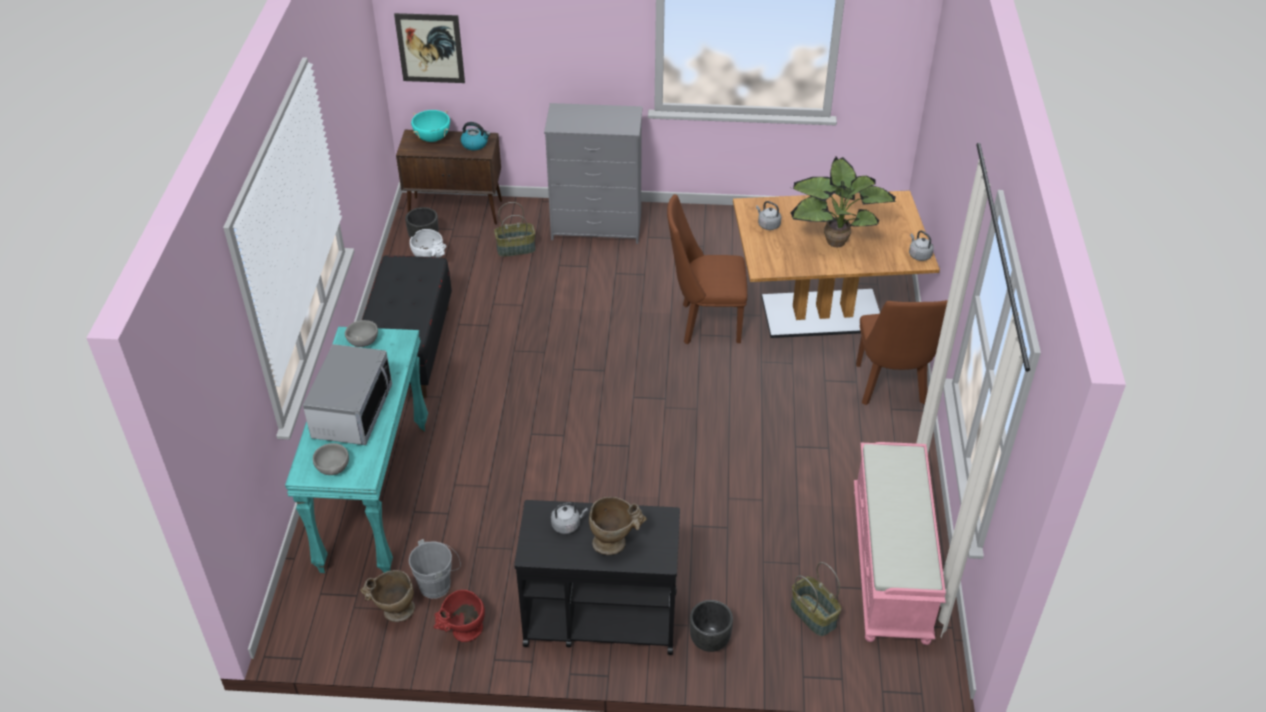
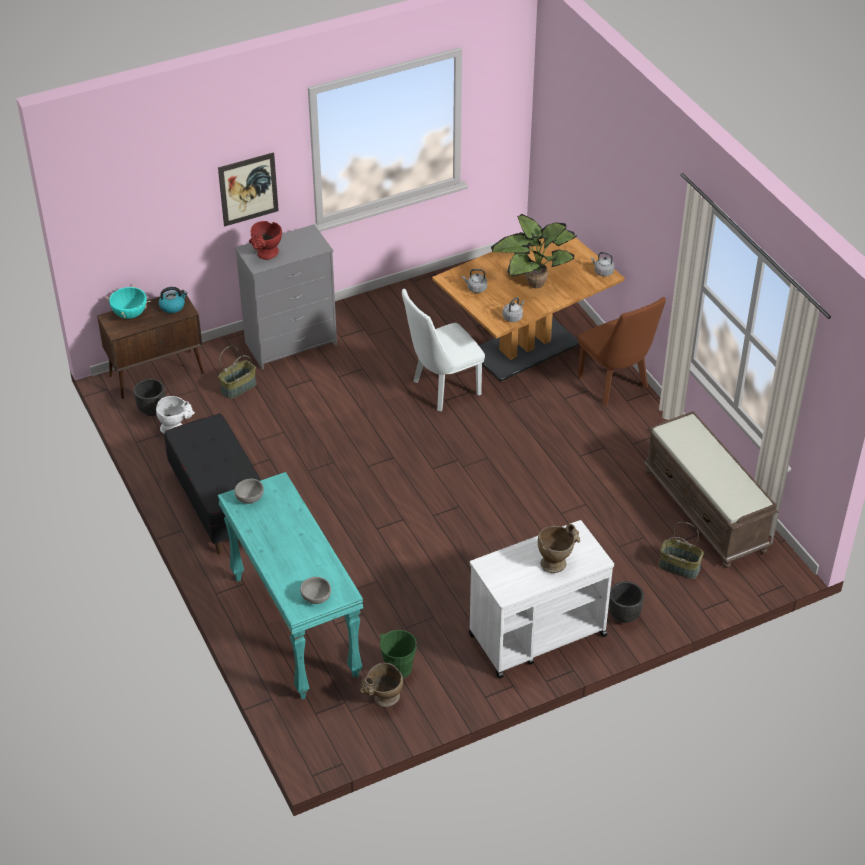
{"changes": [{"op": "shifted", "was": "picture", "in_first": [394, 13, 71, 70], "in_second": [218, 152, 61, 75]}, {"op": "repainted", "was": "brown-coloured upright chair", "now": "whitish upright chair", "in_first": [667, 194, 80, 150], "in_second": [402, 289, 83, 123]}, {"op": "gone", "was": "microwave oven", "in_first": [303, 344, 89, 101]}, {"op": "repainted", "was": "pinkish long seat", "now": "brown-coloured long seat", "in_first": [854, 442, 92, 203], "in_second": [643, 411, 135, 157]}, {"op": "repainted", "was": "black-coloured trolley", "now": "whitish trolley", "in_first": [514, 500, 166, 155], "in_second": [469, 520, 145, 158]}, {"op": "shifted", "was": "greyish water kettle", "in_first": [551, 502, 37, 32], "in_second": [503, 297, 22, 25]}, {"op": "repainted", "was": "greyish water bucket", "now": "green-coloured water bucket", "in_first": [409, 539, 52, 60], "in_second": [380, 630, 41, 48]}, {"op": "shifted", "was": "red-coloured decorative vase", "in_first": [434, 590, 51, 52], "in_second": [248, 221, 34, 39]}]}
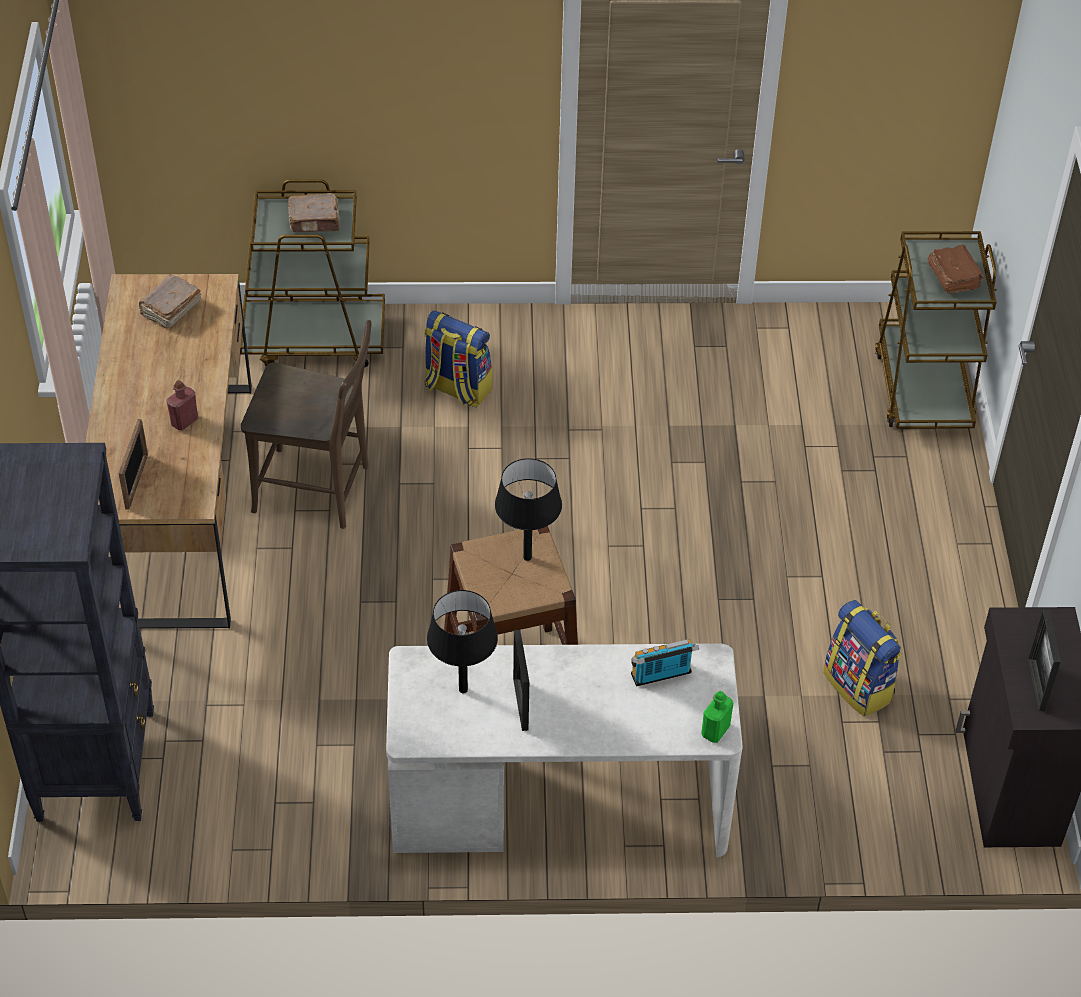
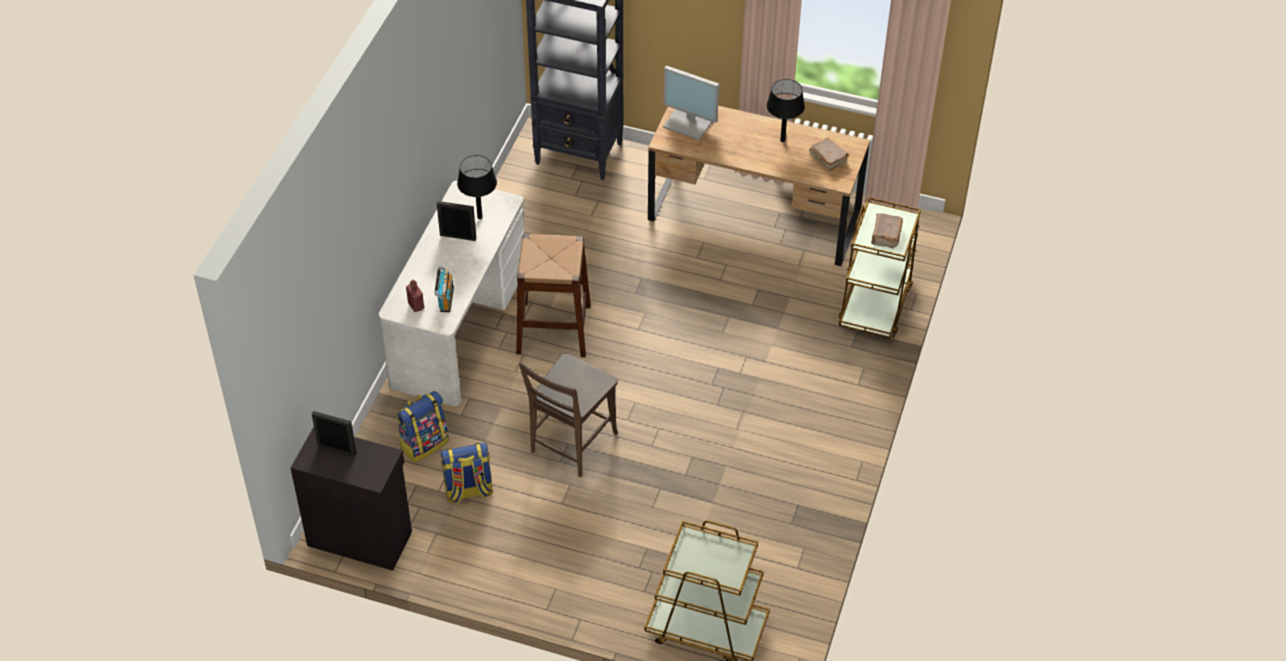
{"changes": [{"op": "gone", "was": "brown-coloured bound book", "in_first": [928, 245, 57, 49]}, {"op": "shifted", "was": "rucksack", "in_first": [424, 310, 69, 97], "in_second": [397, 391, 52, 72]}, {"op": "shifted", "was": "brown-coloured upright chair", "in_first": [241, 320, 131, 209], "in_second": [519, 354, 99, 123]}, {"op": "shifted", "was": "red-coloured bottle", "in_first": [167, 380, 31, 51], "in_second": [406, 280, 18, 32]}, {"op": "swapped", "was": "picture frame", "now": "computer display", "in_first": [119, 419, 29, 91], "in_second": [663, 65, 56, 75]}, {"op": "shifted", "was": "black-coloured table lamp", "in_first": [495, 458, 67, 103], "in_second": [767, 79, 38, 63]}, {"op": "gone", "was": "green-coloured bottle", "in_first": [701, 691, 32, 52]}]}
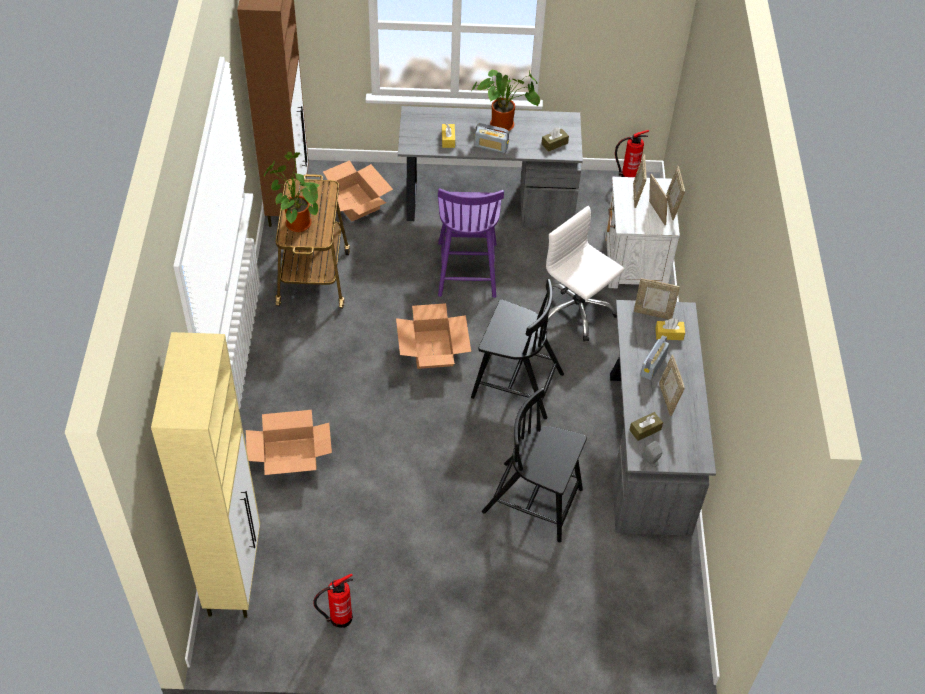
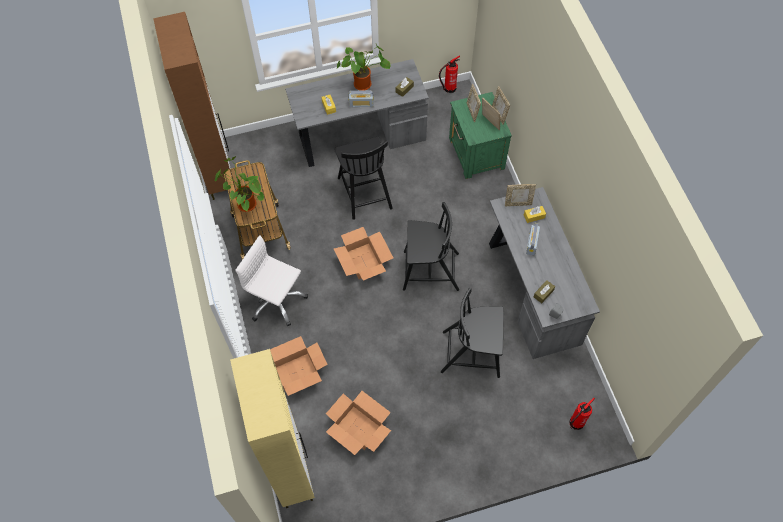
{"changes": [{"op": "shifted", "was": "cardboard box", "in_first": [322, 160, 71, 62], "in_second": [326, 391, 65, 64]}, {"op": "repainted", "was": "whitish bedside table", "now": "green-coloured bedside table", "in_first": [605, 177, 75, 112], "in_second": [449, 92, 63, 87]}, {"op": "repainted", "was": "purple-coloured upright chair", "now": "black-coloured upright chair", "in_first": [438, 188, 66, 110], "in_second": [334, 137, 59, 83]}, {"op": "shifted", "was": "whitish computer chair", "in_first": [546, 206, 78, 135], "in_second": [235, 235, 73, 91]}, {"op": "gone", "was": "picture frame", "in_first": [659, 355, 26, 61]}, {"op": "shifted", "was": "fire-fighting cylinder", "in_first": [313, 574, 40, 54], "in_second": [570, 398, 25, 32]}]}
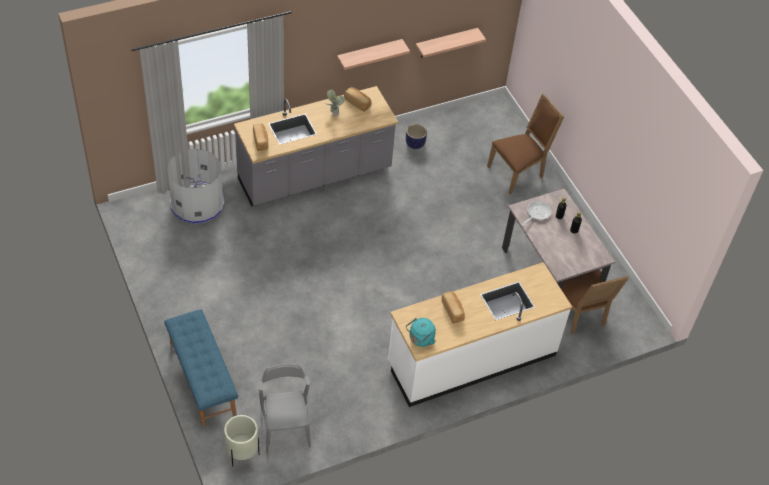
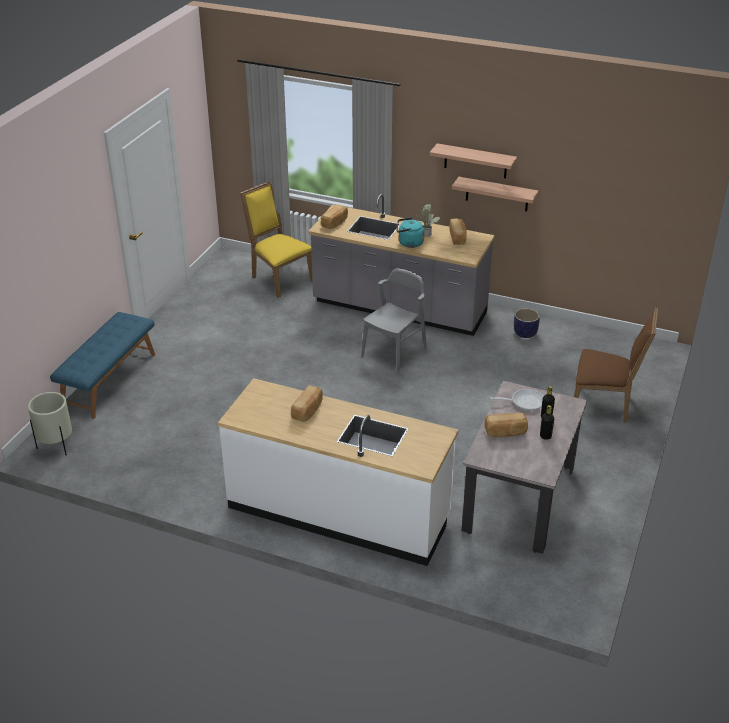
{"changes": [{"op": "shifted", "was": "shelf", "in_first": [416, 28, 70, 30], "in_second": [430, 143, 87, 35]}, {"op": "swapped", "was": "greyish rubbish bin", "now": "yellow upright chair", "in_first": [167, 149, 57, 75], "in_second": [240, 182, 73, 116]}, {"op": "gone", "was": "brown-coloured upright chair", "in_first": [561, 269, 68, 65]}, {"op": "shifted", "was": "turquoise water kettle", "in_first": [406, 318, 30, 29], "in_second": [397, 217, 27, 31]}, {"op": "shifted", "was": "greyish upright chair", "in_first": [258, 363, 53, 90], "in_second": [361, 268, 66, 105]}, {"op": "new", "now": "baked bread", "in_second": [484, 413, 44, 24]}]}
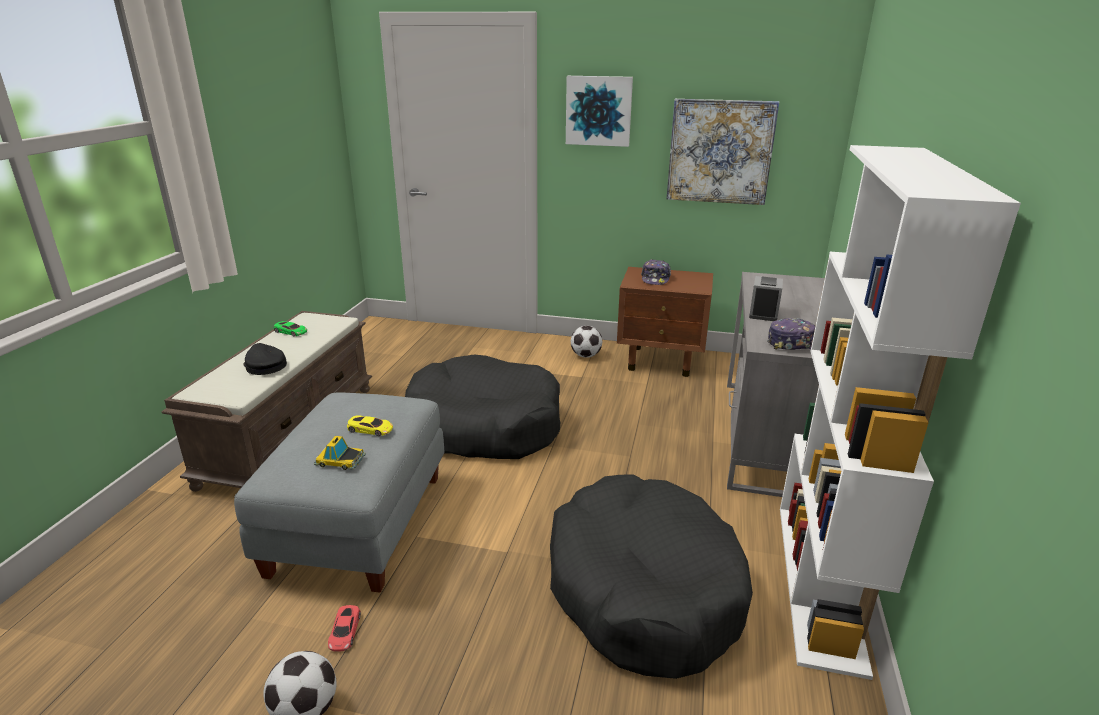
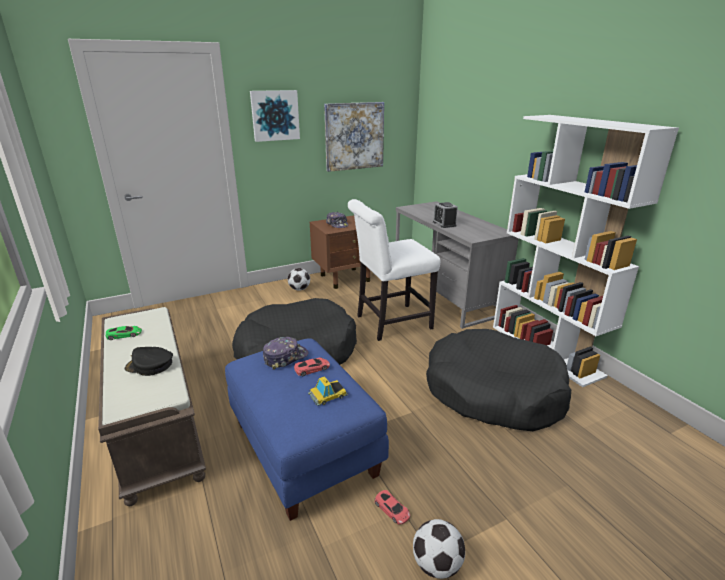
{"changes": [{"op": "shifted", "was": "peaked cap", "in_first": [767, 318, 49, 32], "in_second": [263, 337, 46, 33]}, {"op": "repainted", "was": "greyish ottoman", "now": "blue-coloured ottoman", "in_first": [234, 392, 210, 201], "in_second": [225, 338, 164, 183]}, {"op": "repainted", "was": "yellow toy car", "now": "red-coloured toy car", "in_first": [347, 415, 46, 21], "in_second": [294, 357, 36, 19]}, {"op": "new", "now": "whitish upright chair", "in_second": [348, 199, 93, 142]}]}
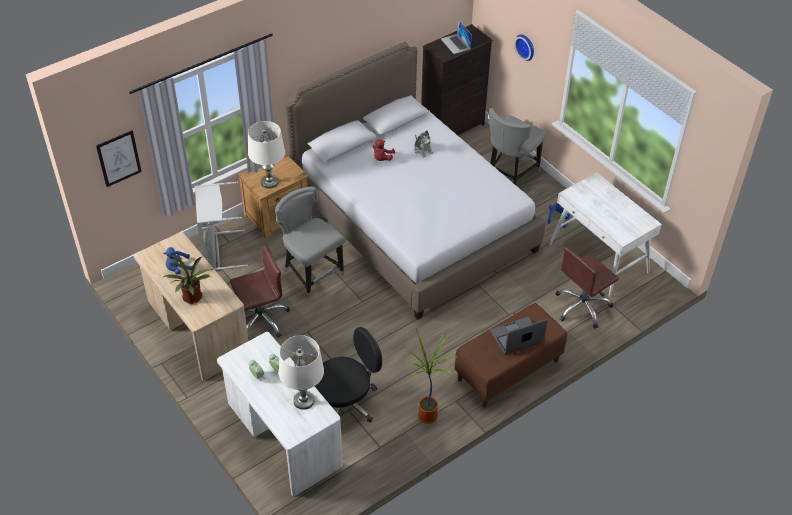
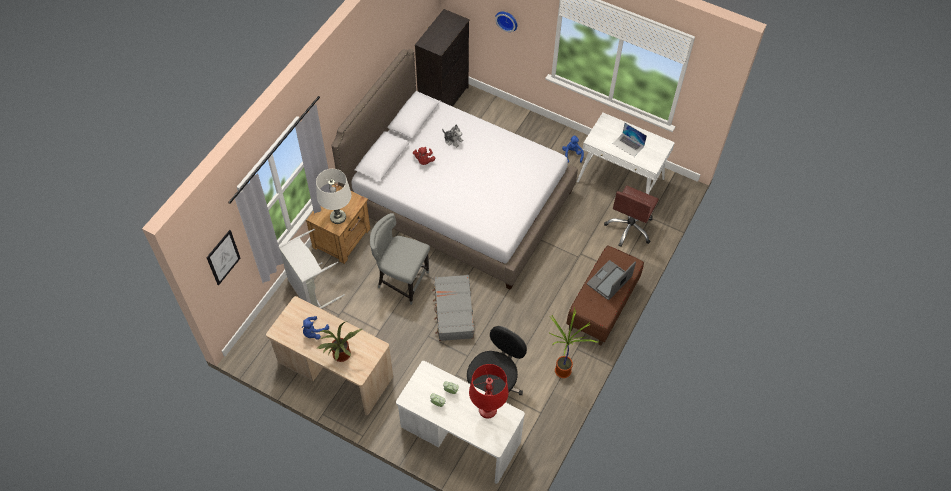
{"changes": [{"op": "shifted", "was": "laptop", "in_first": [441, 20, 31, 34], "in_second": [613, 123, 34, 34]}, {"op": "gone", "was": "greyish upright chair", "in_first": [489, 108, 57, 77]}, {"op": "gone", "was": "brown-coloured computer chair", "in_first": [230, 243, 60, 95]}, {"op": "repainted", "was": "whitish table lamp", "now": "red-coloured table lamp", "in_first": [279, 335, 45, 75], "in_second": [469, 364, 40, 54]}, {"op": "new", "now": "greyish travel case", "in_second": [432, 275, 42, 66]}]}
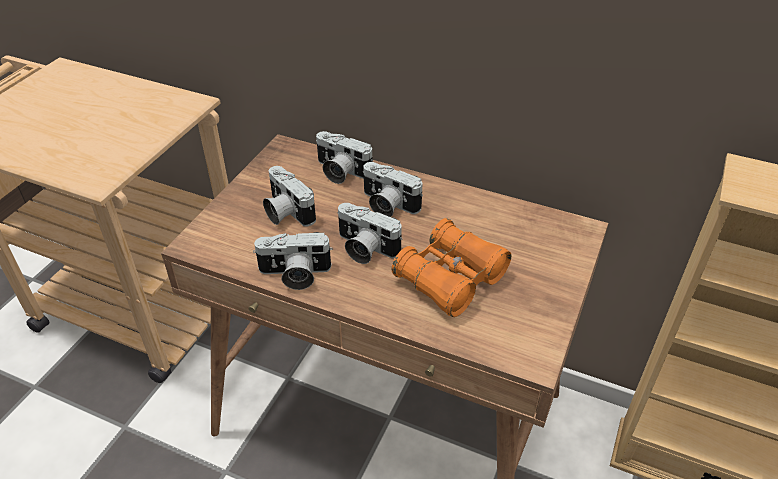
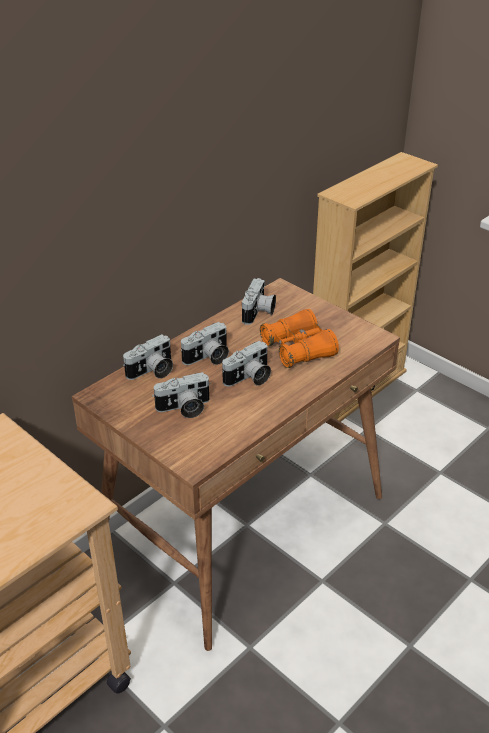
{"changes": [{"op": "shifted", "was": "still camera", "in_first": [253, 232, 80, 58], "in_second": [242, 278, 34, 47]}]}
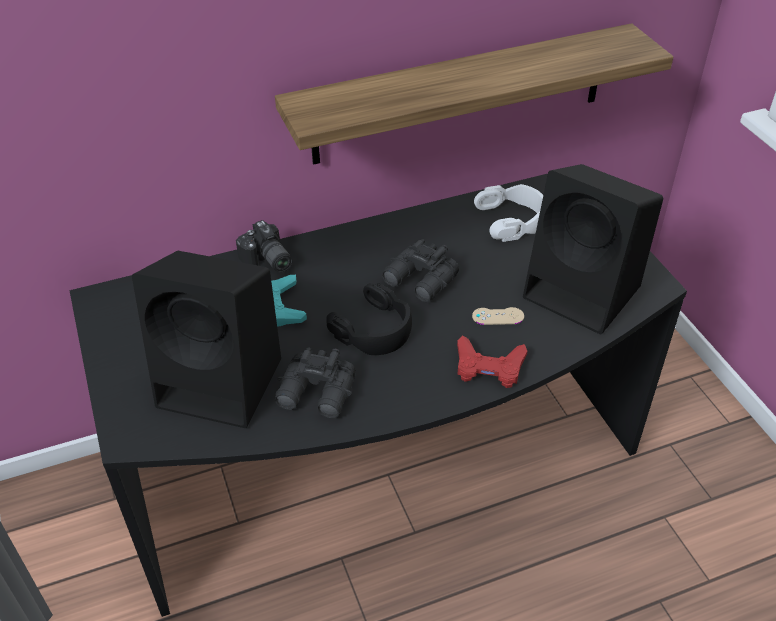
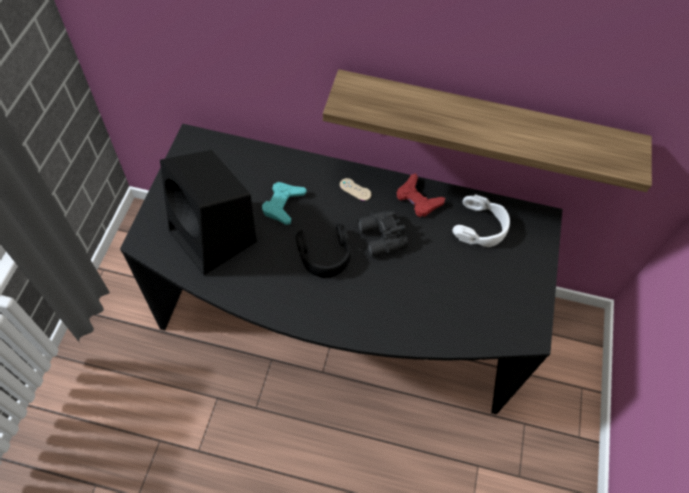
{"changes": [{"op": "gone", "was": "black-coloured loudspeaker", "in_first": [523, 164, 140, 171]}, {"op": "gone", "was": "still camera", "in_first": [236, 220, 56, 52]}, {"op": "shifted", "was": "beige-coloured joypad", "in_first": [472, 307, 52, 18], "in_second": [340, 178, 31, 23]}, {"op": "shifted", "was": "red-coloured joypad", "in_first": [457, 335, 70, 53], "in_second": [397, 173, 48, 44]}, {"op": "gone", "was": "black-coloured binoculars", "in_first": [275, 348, 81, 71]}]}
